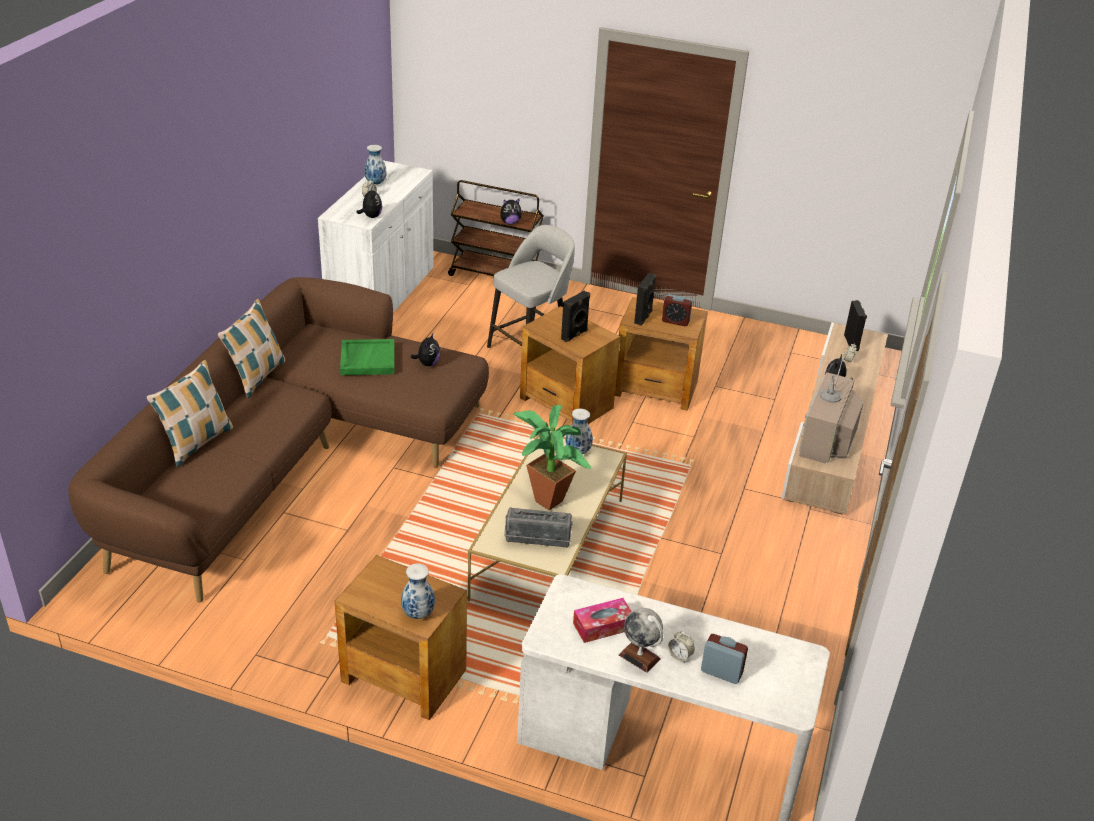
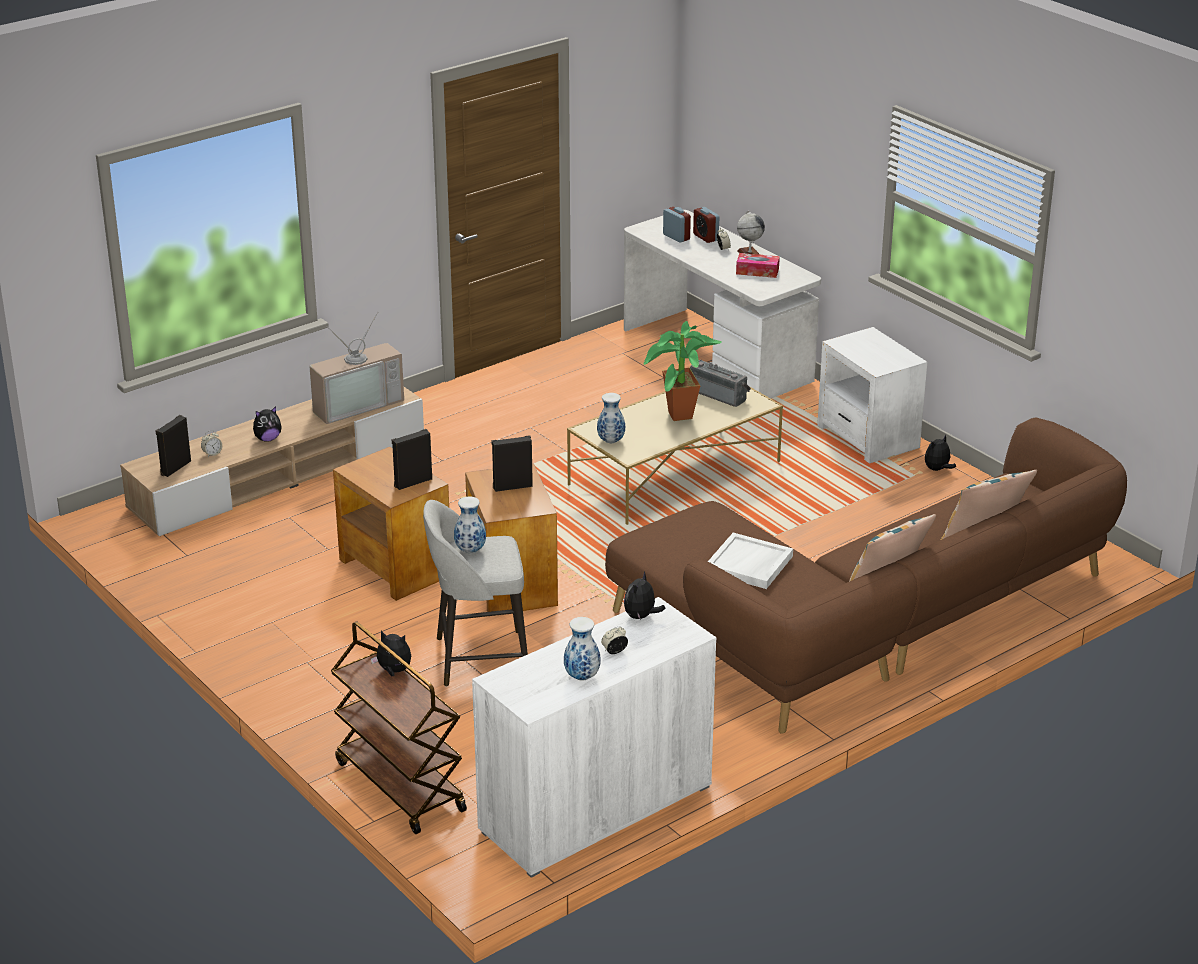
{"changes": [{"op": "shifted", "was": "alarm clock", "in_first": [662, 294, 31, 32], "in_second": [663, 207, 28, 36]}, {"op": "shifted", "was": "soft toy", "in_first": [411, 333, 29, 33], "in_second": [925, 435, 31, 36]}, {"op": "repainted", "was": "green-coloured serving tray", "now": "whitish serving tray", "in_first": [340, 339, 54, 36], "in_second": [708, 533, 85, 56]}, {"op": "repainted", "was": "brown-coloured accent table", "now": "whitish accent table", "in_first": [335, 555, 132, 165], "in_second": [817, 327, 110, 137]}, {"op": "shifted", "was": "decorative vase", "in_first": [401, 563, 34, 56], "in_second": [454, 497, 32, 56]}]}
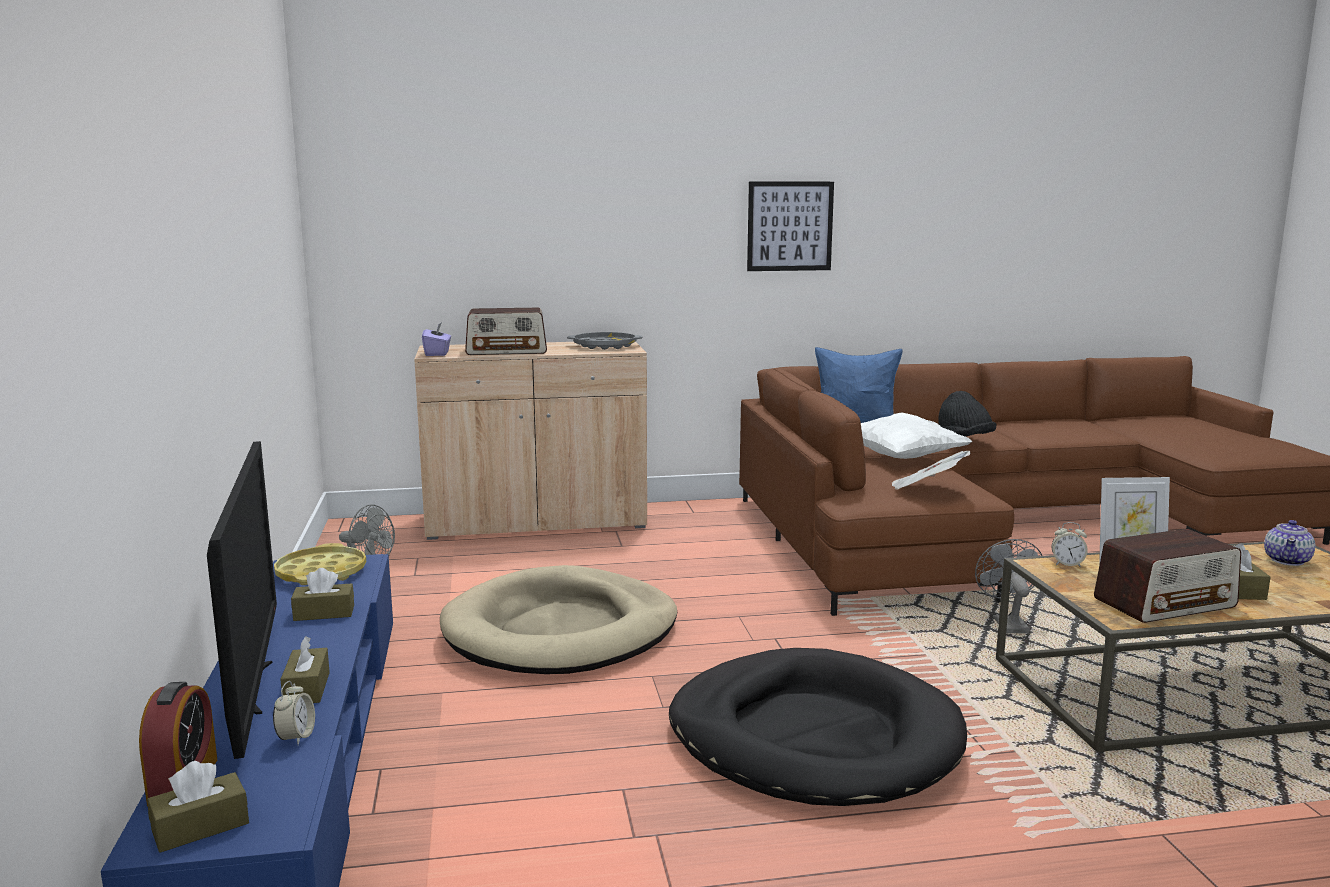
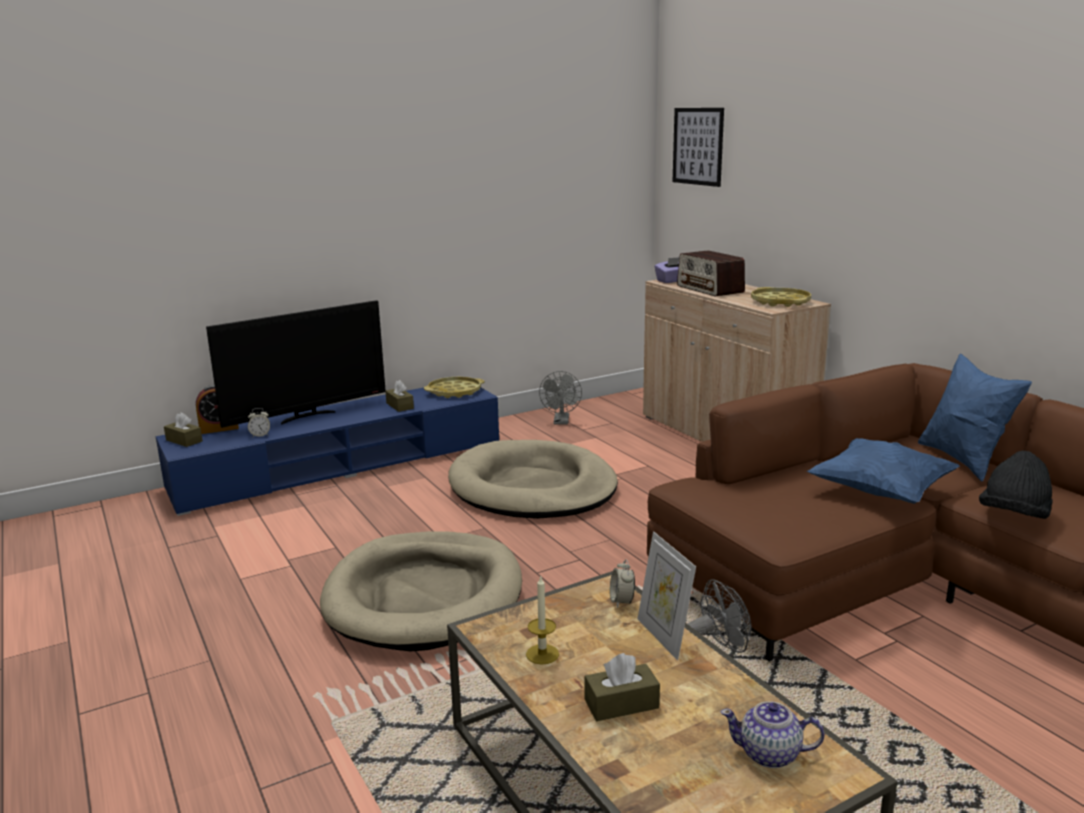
{"changes": [{"op": "shifted", "was": "picture", "in_first": [747, 182, 87, 89], "in_second": [673, 108, 51, 79]}, {"op": "repainted", "was": "greyish serving tray", "now": "yellow serving tray", "in_first": [567, 332, 76, 18], "in_second": [751, 287, 60, 20]}, {"op": "repainted", "was": "whitish cushion", "now": "blue-coloured cushion", "in_first": [861, 412, 112, 47], "in_second": [807, 438, 153, 66]}, {"op": "gone", "was": "newspaper", "in_first": [892, 451, 79, 39]}, {"op": "swapped", "was": "radio", "now": "wax light", "in_first": [1094, 529, 147, 94], "in_second": [526, 577, 33, 88]}, {"op": "gone", "was": "brown-coloured box of tissues", "in_first": [280, 636, 50, 67]}, {"op": "repainted", "was": "black-coloured dog cushion", "now": "beige-coloured dog cushion", "in_first": [669, 648, 298, 158], "in_second": [320, 531, 202, 120]}]}
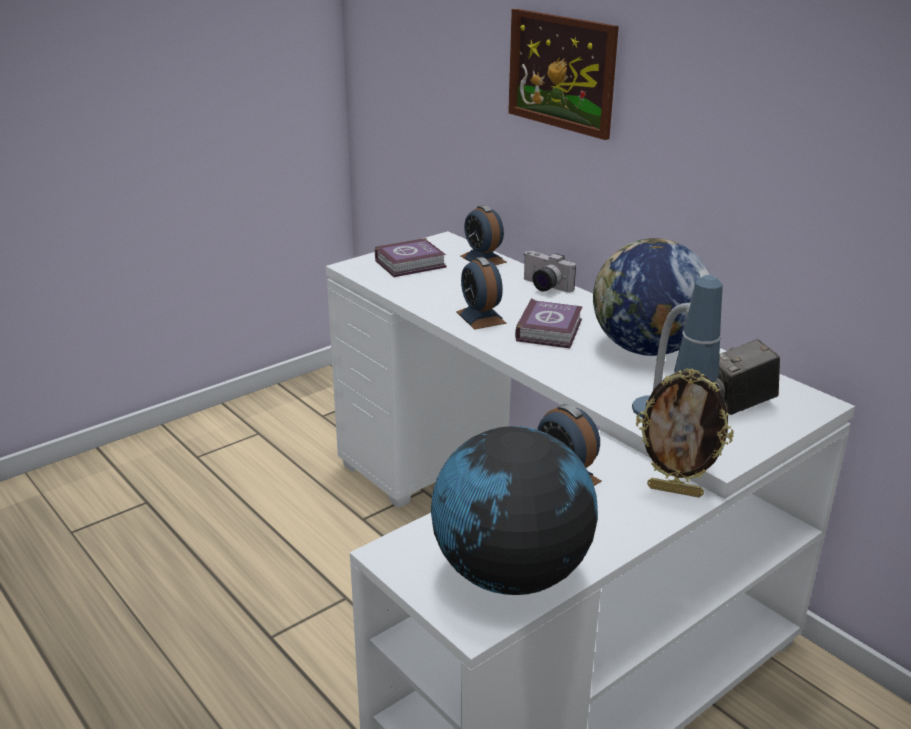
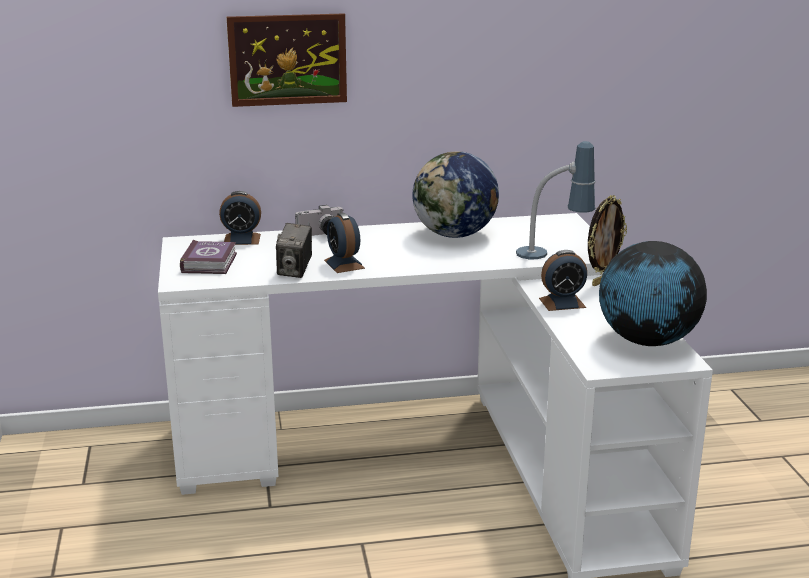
{"changes": [{"op": "rotated", "was": "alarm clock", "in_first": [456, 257, 50, 73], "in_second": [324, 213, 41, 60], "clockwise": 60}, {"op": "gone", "was": "bound book", "in_first": [515, 298, 68, 50]}, {"op": "shifted", "was": "still camera", "in_first": [713, 339, 67, 76], "in_second": [276, 223, 36, 55]}]}
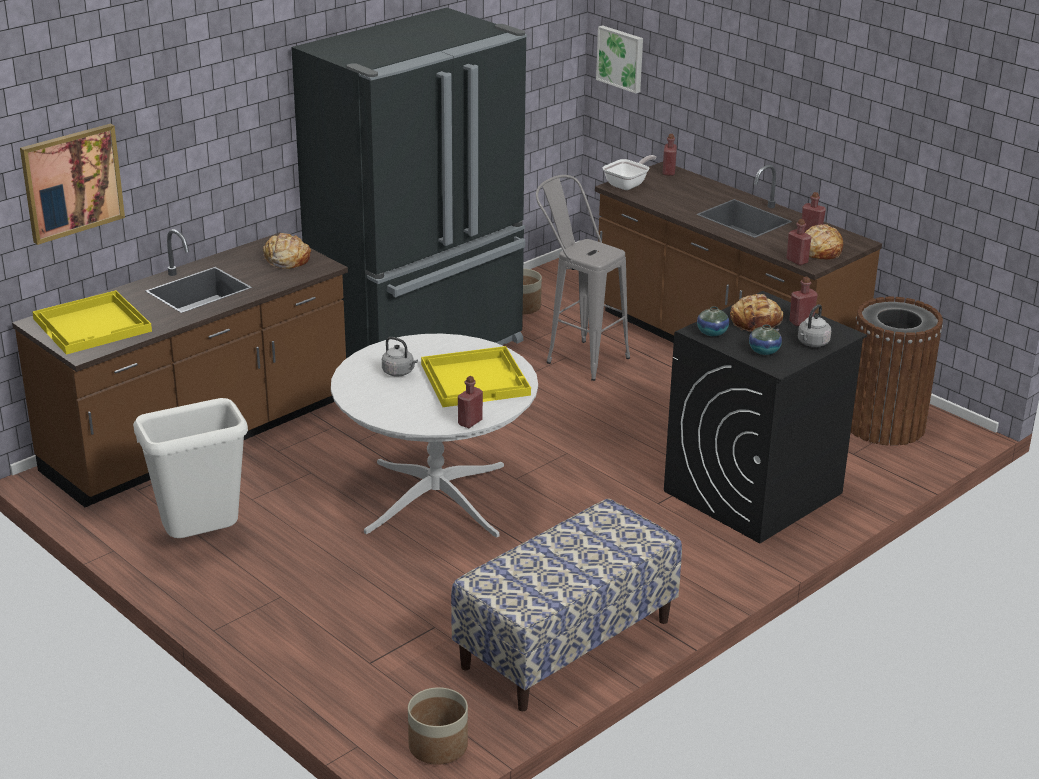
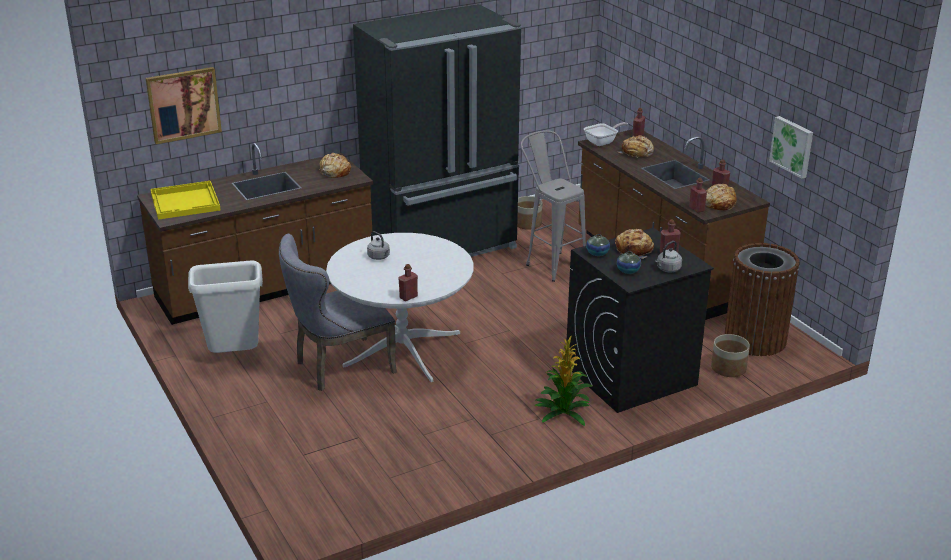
{"changes": [{"op": "shifted", "was": "picture", "in_first": [596, 25, 47, 69], "in_second": [769, 116, 44, 63]}, {"op": "gone", "was": "yellow serving tray", "in_first": [421, 346, 110, 61]}, {"op": "gone", "was": "long seat", "in_first": [451, 499, 231, 212]}, {"op": "shifted", "was": "flower pot", "in_first": [408, 687, 60, 78], "in_second": [711, 334, 39, 43]}, {"op": "new", "now": "baked bread", "in_second": [618, 135, 36, 23]}, {"op": "new", "now": "greyish upright chair", "in_second": [279, 234, 118, 157]}, {"op": "new", "now": "houseplant", "in_second": [534, 335, 58, 91]}]}
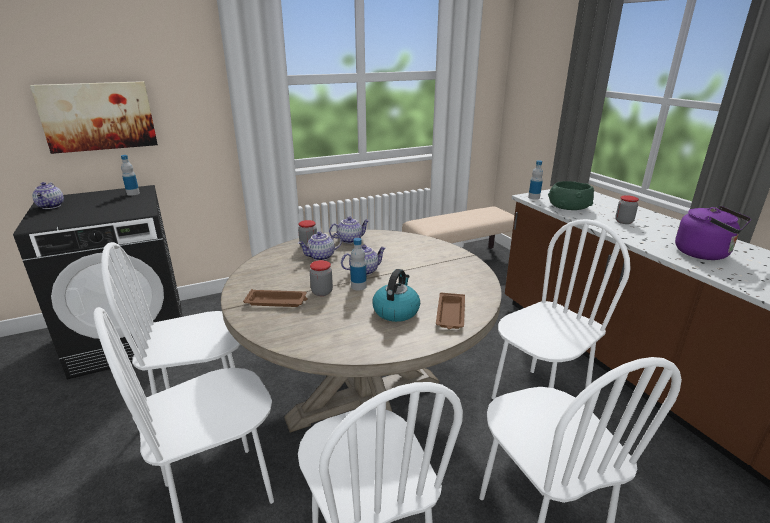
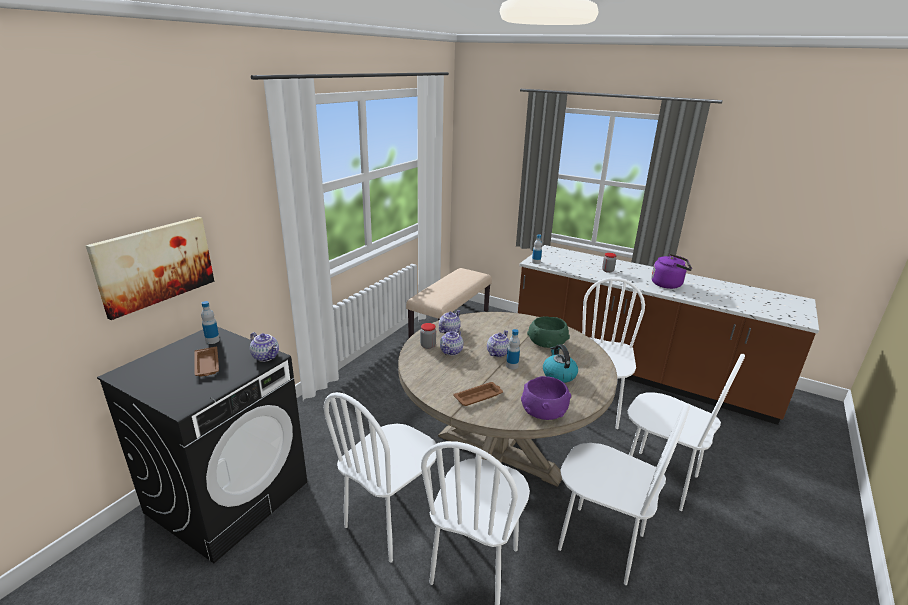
{"changes": [{"op": "shifted", "was": "green-coloured bowl", "in_first": [548, 181, 46, 29], "in_second": [527, 316, 43, 32]}, {"op": "shifted", "was": "teapot", "in_first": [32, 182, 32, 27], "in_second": [250, 332, 29, 30]}, {"op": "gone", "was": "storage jar", "in_first": [310, 260, 23, 36]}, {"op": "shifted", "was": "brown-coloured serving tray", "in_first": [436, 293, 29, 36], "in_second": [195, 347, 24, 30]}, {"op": "new", "now": "purple-coloured bowl", "in_second": [521, 376, 50, 44]}]}
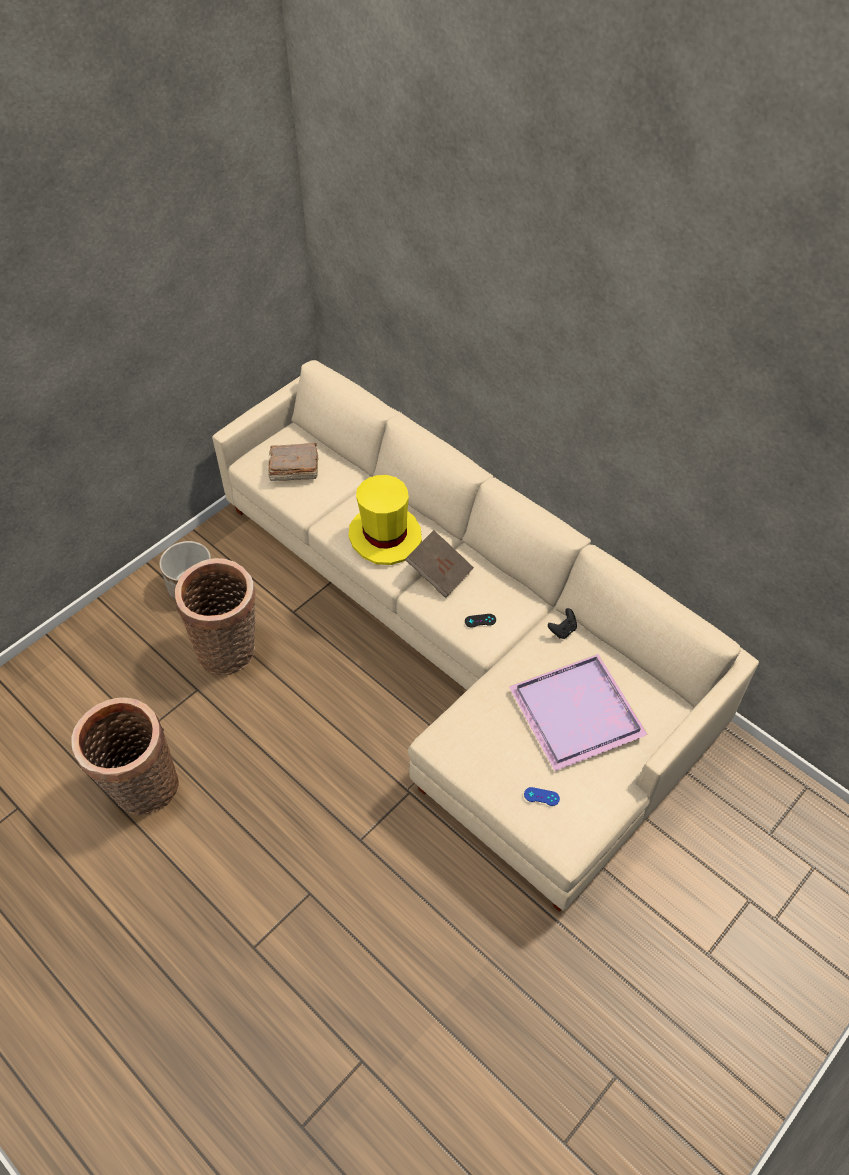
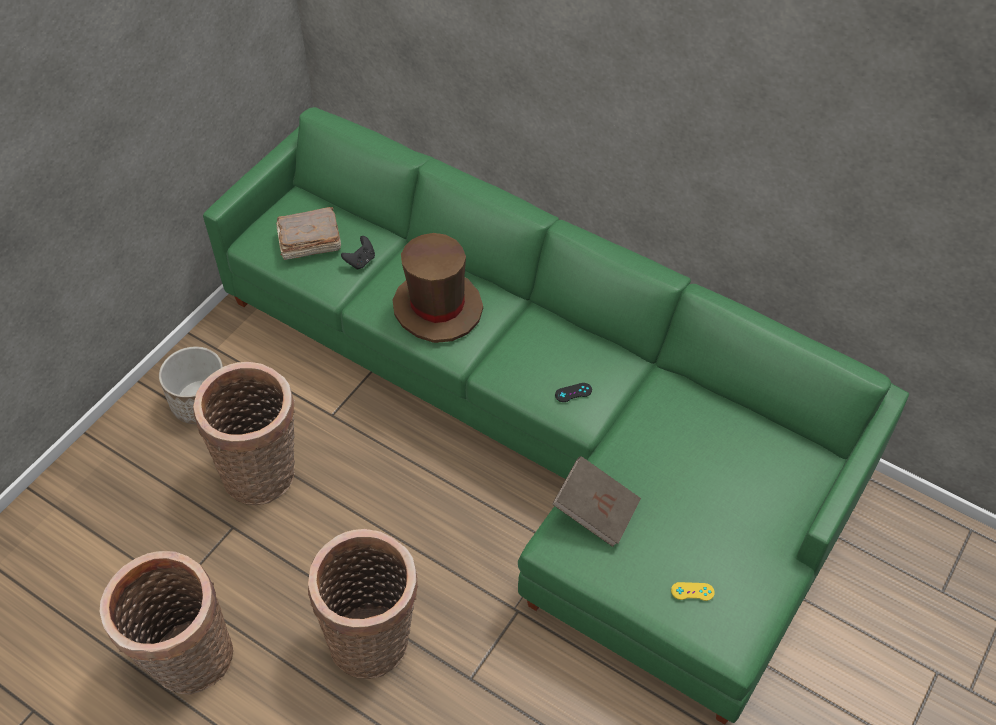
{"changes": [{"op": "repainted", "was": "beige-coloured couch", "now": "green-coloured couch", "in_first": [212, 360, 547, 552], "in_second": [203, 107, 706, 617]}, {"op": "repainted", "was": "yellow clothing hat", "now": "brown-coloured clothing hat", "in_first": [349, 475, 73, 90], "in_second": [393, 233, 90, 110]}, {"op": "shifted", "was": "brown-coloured bound book", "in_first": [405, 530, 69, 68], "in_second": [552, 456, 89, 91]}, {"op": "shifted", "was": "black-coloured joypad", "in_first": [548, 608, 29, 31], "in_second": [341, 236, 34, 34]}, {"op": "gone", "was": "purple-coloured serving tray", "in_first": [509, 654, 139, 117]}, {"op": "repainted", "was": "blue-coloured joypad", "now": "yellow joypad", "in_first": [524, 787, 36, 19], "in_second": [671, 582, 44, 19]}, {"op": "new", "now": "storage basket", "in_second": [308, 529, 110, 150]}]}
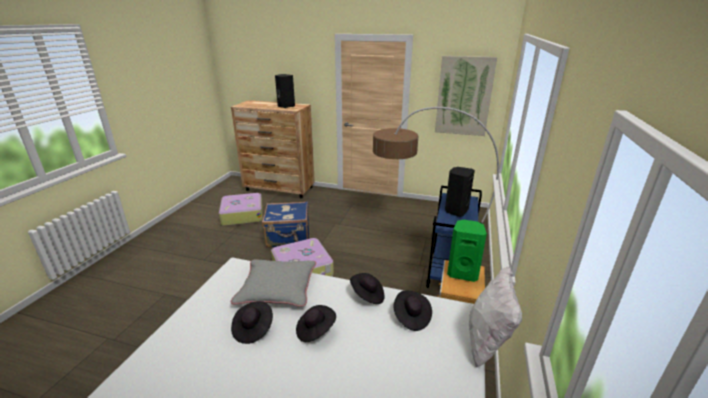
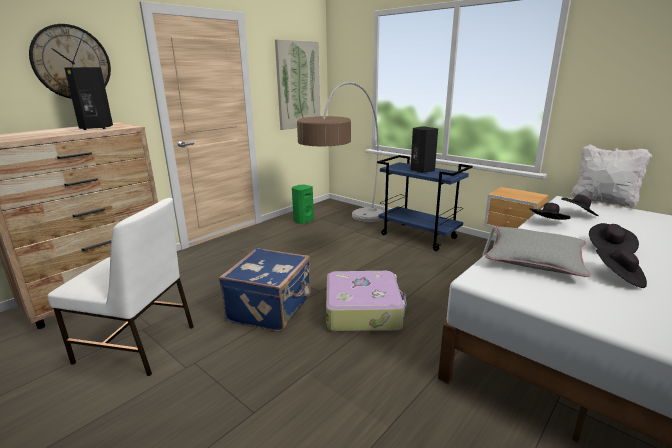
{"changes": [{"op": "swapped", "was": "travel case", "now": "whitish upright chair", "in_first": [219, 193, 44, 33], "in_second": [47, 198, 147, 178]}, {"op": "shifted", "was": "green-coloured loudspeaker", "in_first": [447, 220, 40, 62], "in_second": [292, 185, 22, 39]}, {"op": "new", "now": "wall clock", "in_second": [29, 24, 82, 75]}]}
